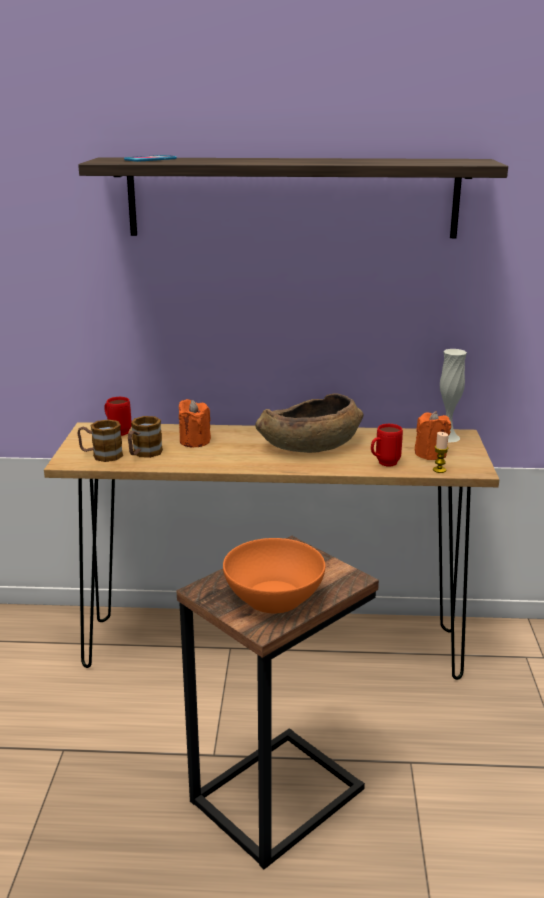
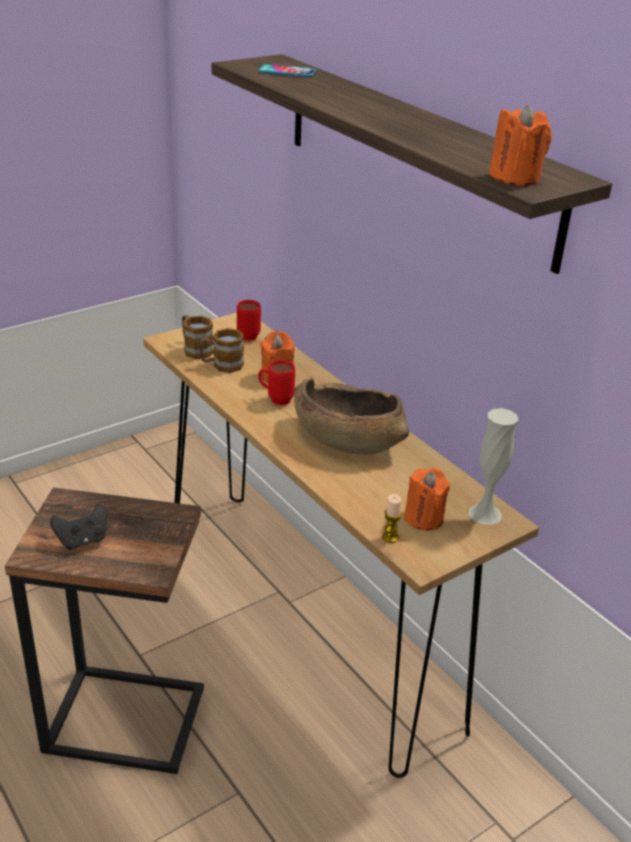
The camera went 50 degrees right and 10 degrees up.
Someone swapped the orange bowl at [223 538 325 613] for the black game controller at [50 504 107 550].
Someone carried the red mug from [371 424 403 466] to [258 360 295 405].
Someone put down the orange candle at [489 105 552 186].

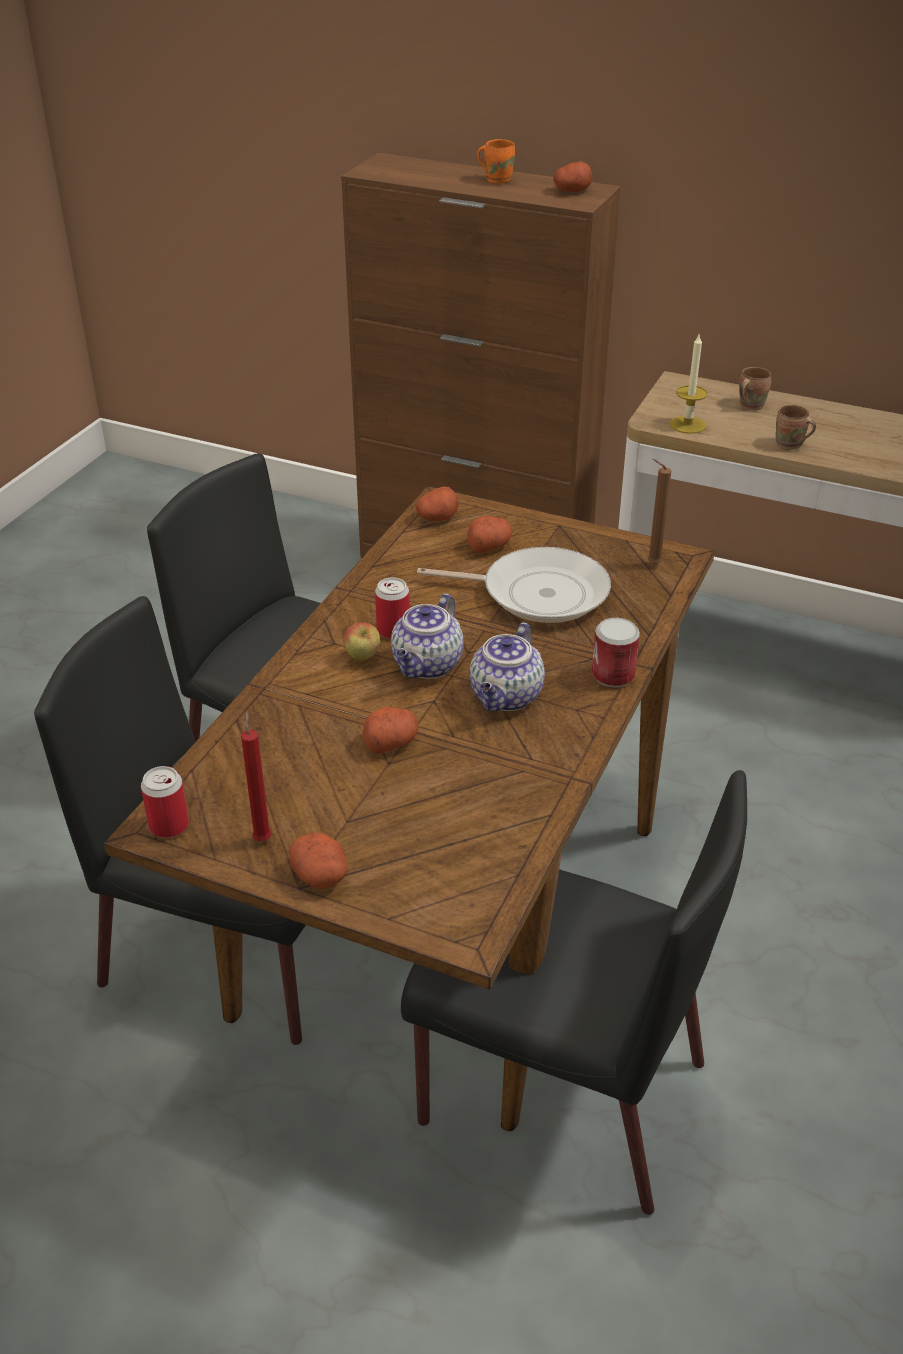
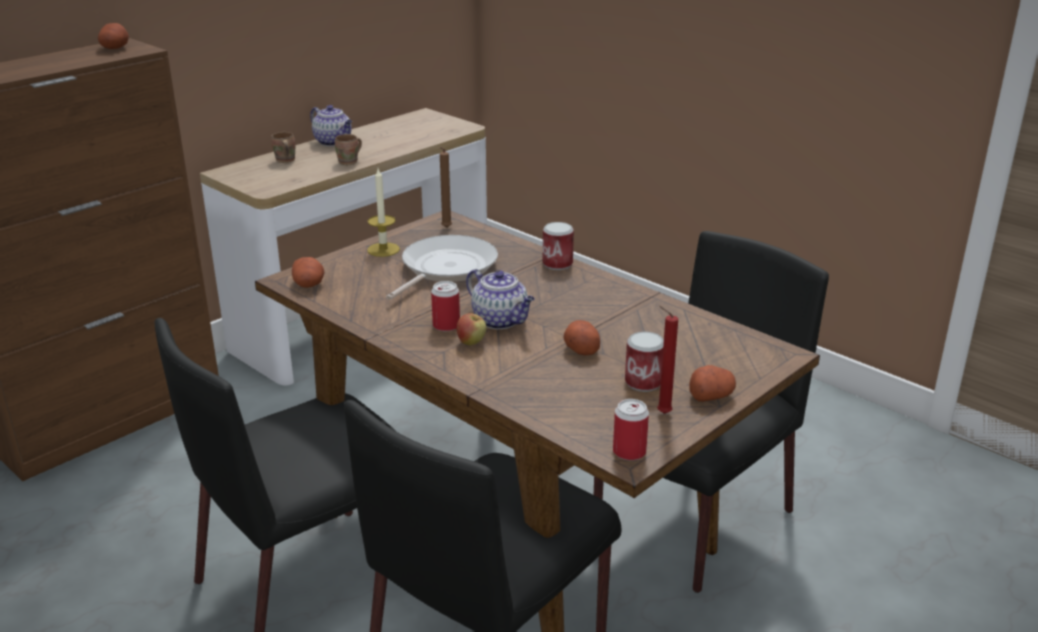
The camera went 70 degrees left and 10 degrees down.
Someone took away the potato at [467 516 512 553].
Someone carried the teapot from [470 622 545 711] to [310 105 352 146].
Someone took away the orange mug at [477 139 515 184].
Someone carried the candle from [670 335 707 434] to [367 169 400 257].
Someone put down the can at [625 331 664 392].

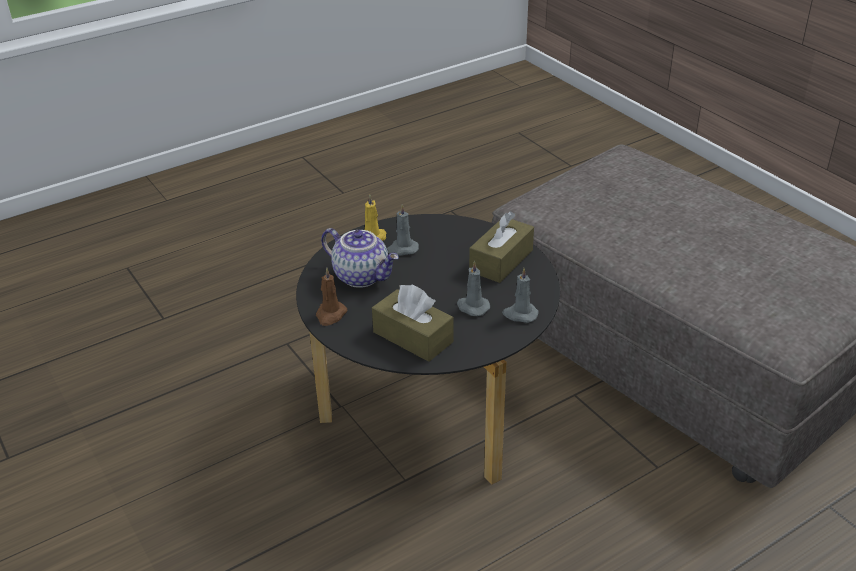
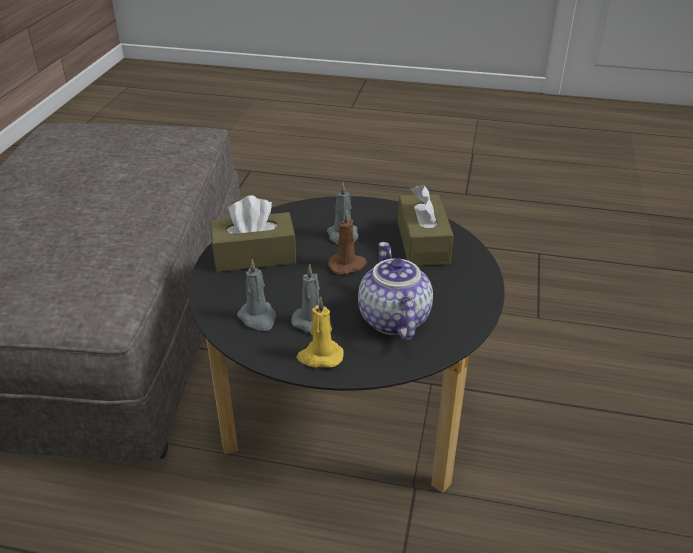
The camera went 135 degrees left and 0 degrees up.
Someone carried the brown candle from [316 268 347 326] to [328 210 367 274].
Someone carried the grey candle from [502 268 539 323] to [237 259 276 331].

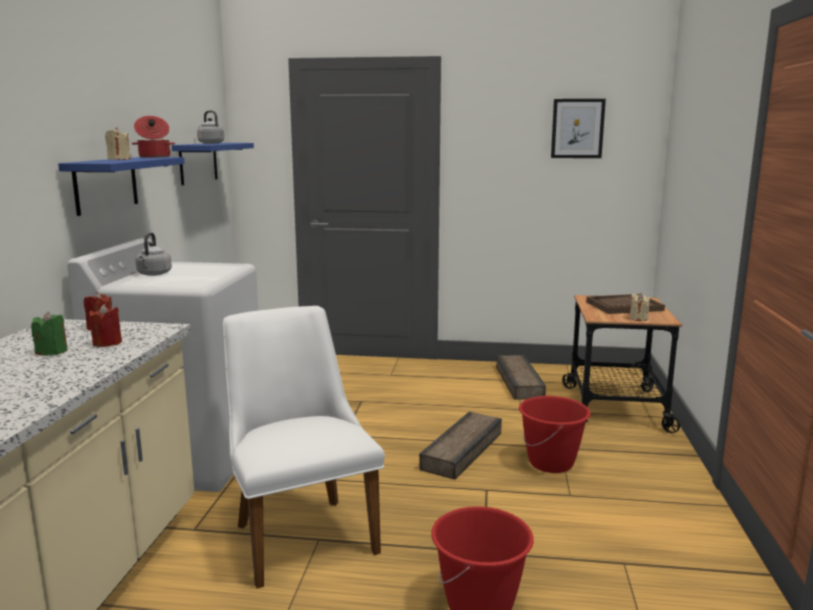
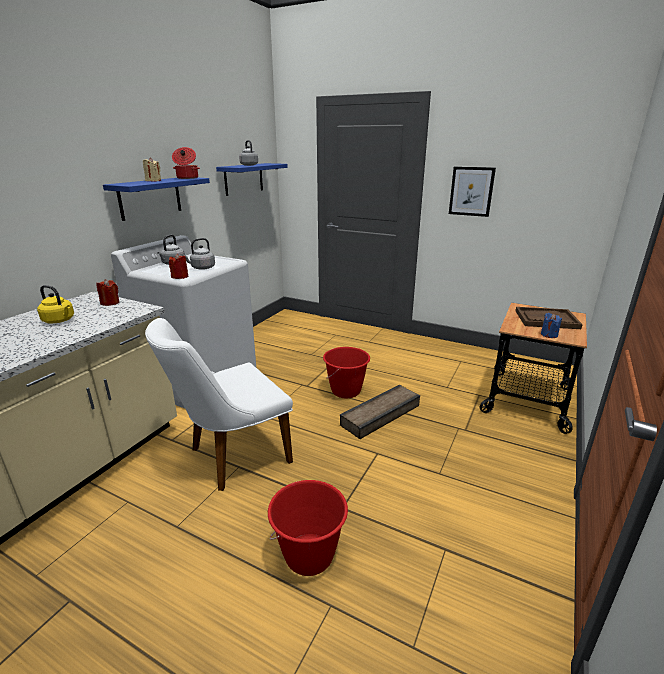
The camera went 20 degrees right and 10 degrees up.
Someone swapped the green candle at [31 311 68 356] for the yellow kettle at [37 285 74 323].
Someone carried the red candle from [89 304 122 347] to [169 254 188 279].
Someone rotated the white chair at [223 306 385 589] by 120 degrees counterclockwise.
Someone took away the crate at [496 355 546 400].
Someone carried the red bucket from [519 396 591 473] to [323 347 370 398].
Someone carried the picture from [551 99 606 158] to [449 167 496 217].
Someone repainted the beige candle at [629 293 650 321], which became the blue candle at [541 313 562 338].
Someone put down the grey kettle at [182 238 215 270].

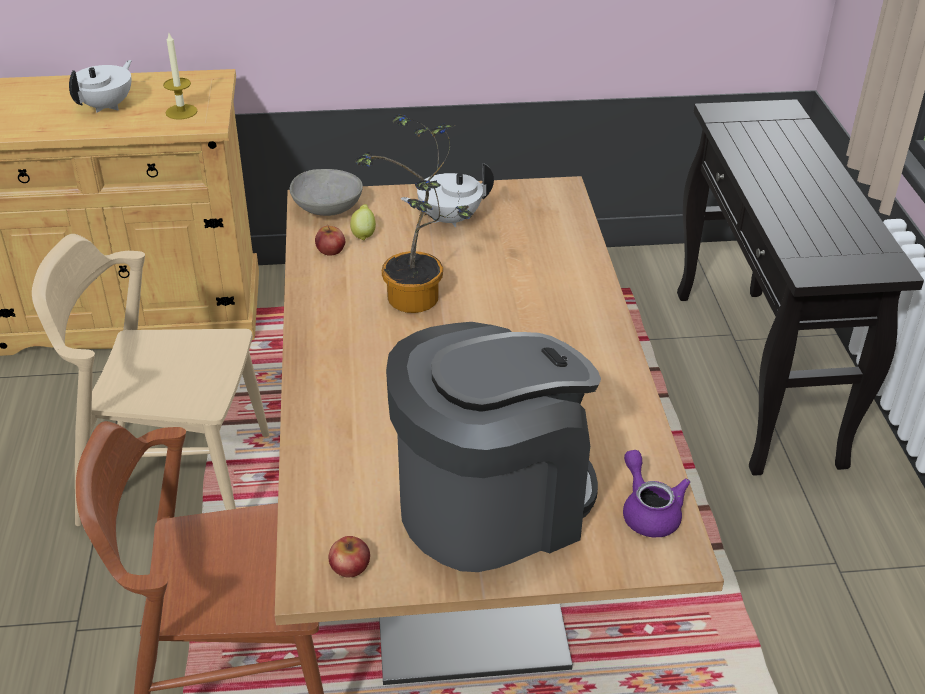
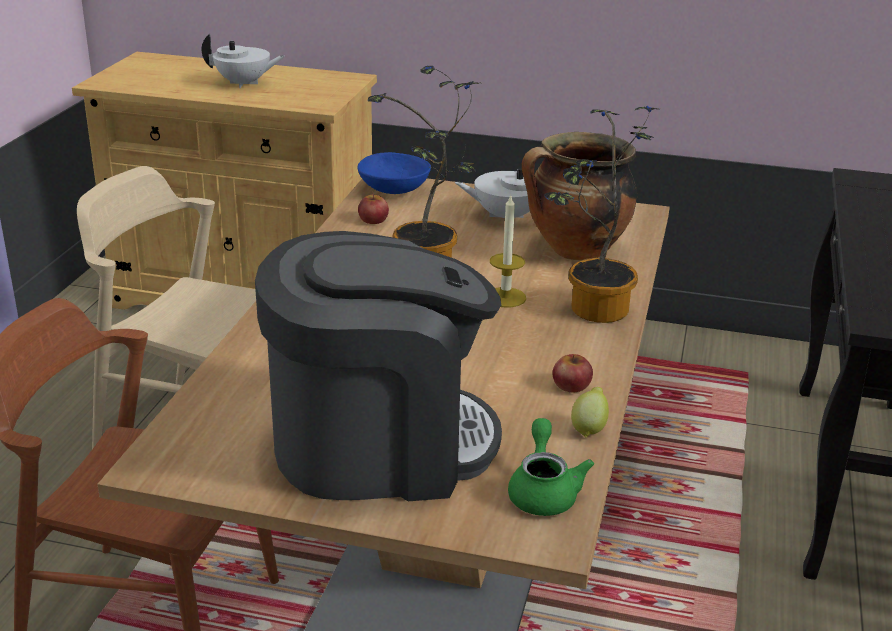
The camera went 20 degrees right and 10 degrees down.
Someone rotated the white teapot at [69 60 132 113] by 45 degrees clockwise.
Someone carried the candle from [163 33 198 119] to [490 195 526 308].
Someone repainted the grey bowl at [290 169 363 216], which became the blue bowl at [357 152 431 194].
Someone carried the apple from [329 536 370 577] to [553 354 593 392].
Someone carried the lemon from [350 205 376 241] to [571 387 609 437].
Someone repainted the purple teapot at [623 450 690 537], which became the green teapot at [508 418 594 516].
Someone put down the cooking pot at [522 132 637 260].
Someone put down the potted plant at [544 106 658 323].

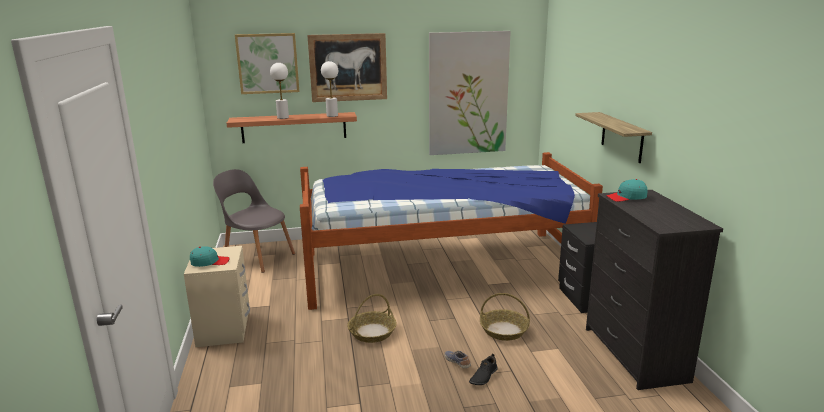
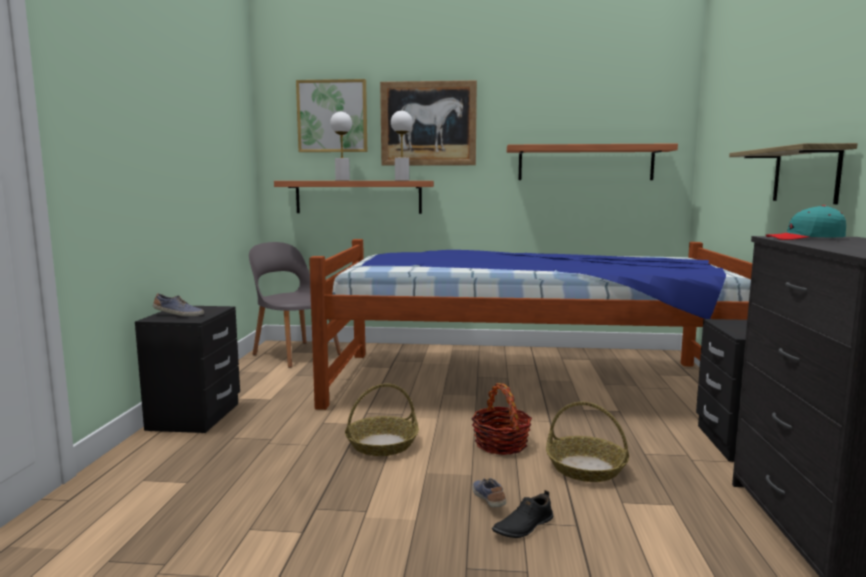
The camera went 15 degrees right and 10 degrees down.
Someone repainted the beige nightstand at [184 246 250 347], which became the black nightstand at [135 306 240 433].
Someone swapped the turquoise cap at [190 246 230 267] for the shoe at [153 293 204 317].
Someone swapped the picture at [429 31 511 155] for the shelf at [507 143 678 180].
Someone put down the basket at [471 383 532 455].

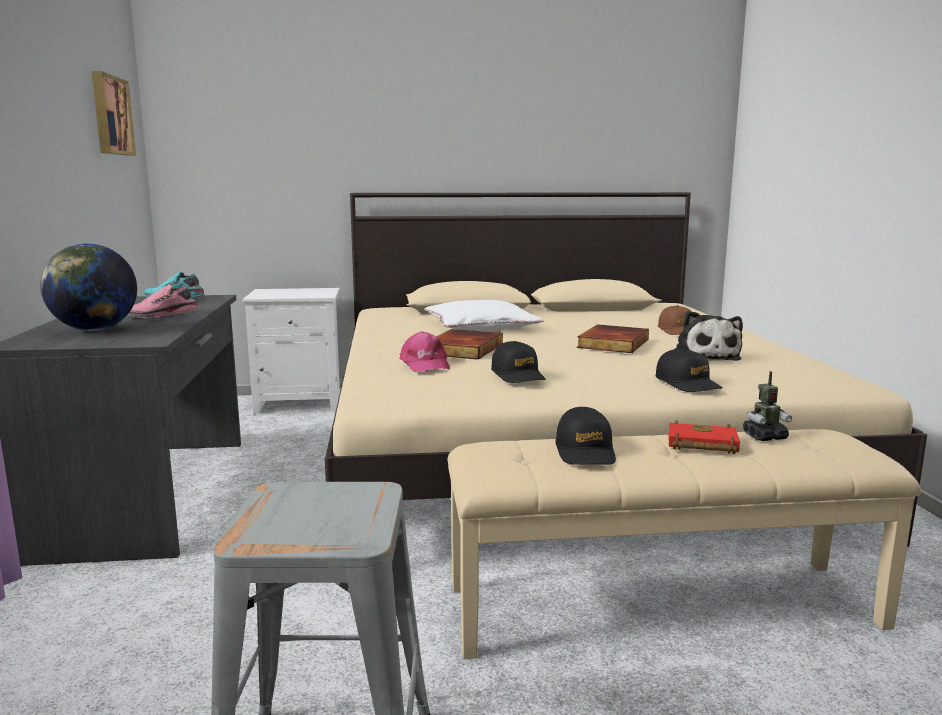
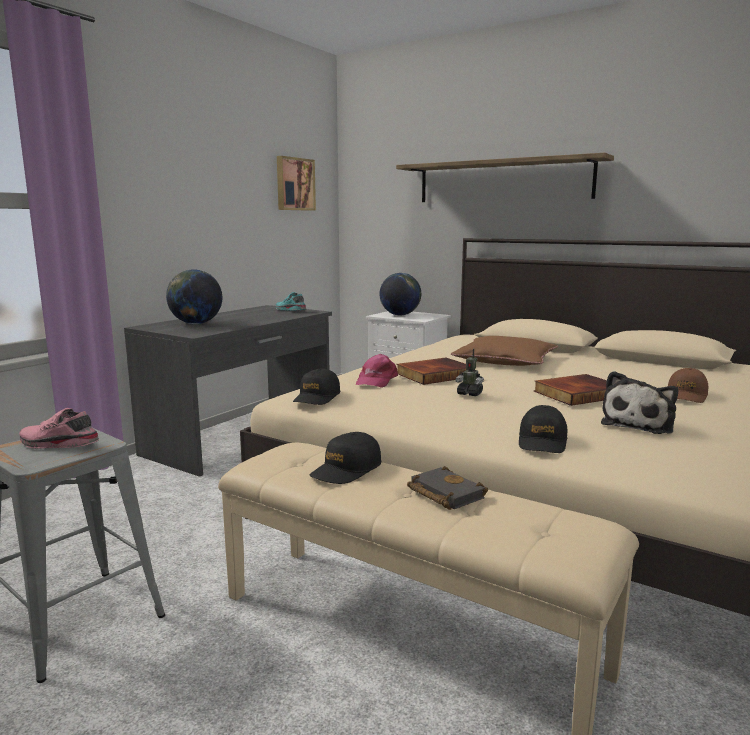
The camera went 40 degrees right and 0 degrees up.
Someone carried the pink shoe from [128 284 199 318] to [19 408 100 449].
Someone repainted the white pillow at [424 300 544 331], which became the brown pillow at [451 336 558 366].
Someone carried the black cap from [491 341 545 383] to [293 369 340 405].
Someone repainted the red book at [668 420 740 454], which became the black book at [407 466 488 510].
Someone carried the toy robot from [743 371 792 441] to [455 349 484 396].
Someone put down the globe at [379 273 421 315].
Someone put up the shelf at [396 153 614 202].

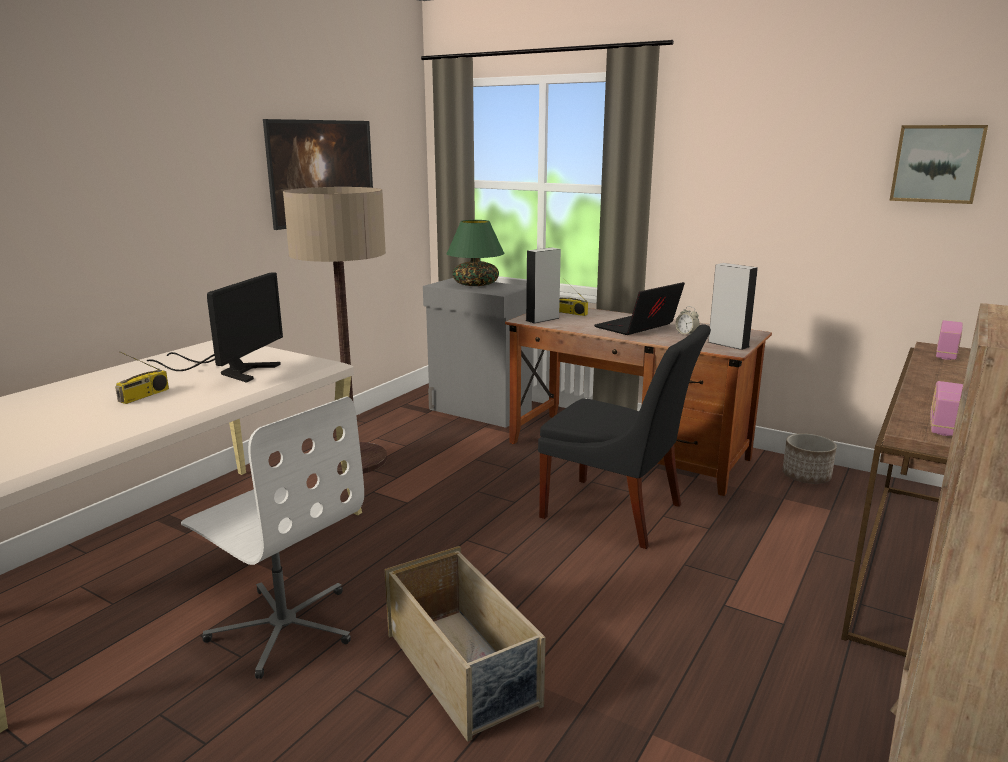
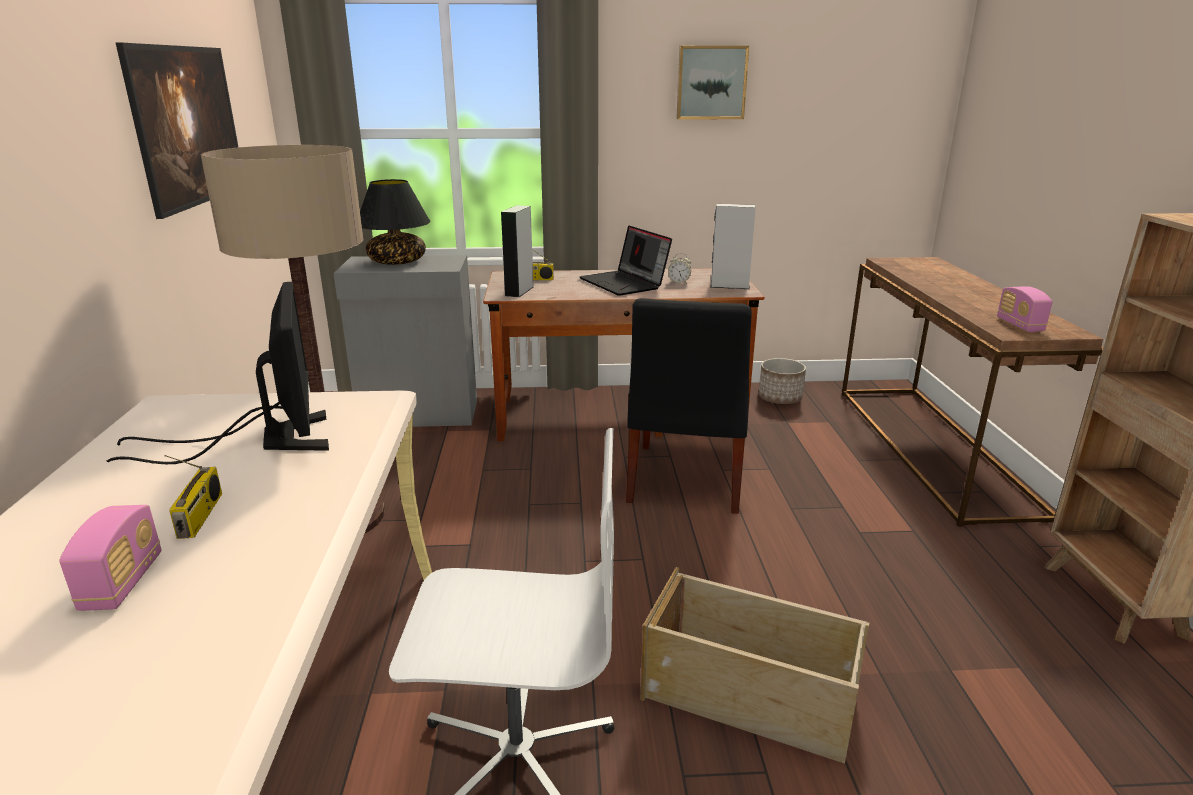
The camera went 35 degrees left and 5 degrees up.
Someone repainted the green table lamp at [447 220 504 286], which became the black table lamp at [360 179 430 265].
Someone rotated the black chair at [538 324 711 549] by 105 degrees clockwise.
Someone rotated the laptop at [594 282 685 335] by 45 degrees counterclockwise.
Someone carried the picture from [889 125 988 204] to [676 46 749 120].
Someone carried the radio from [936 320 963 360] to [59 505 161 611].

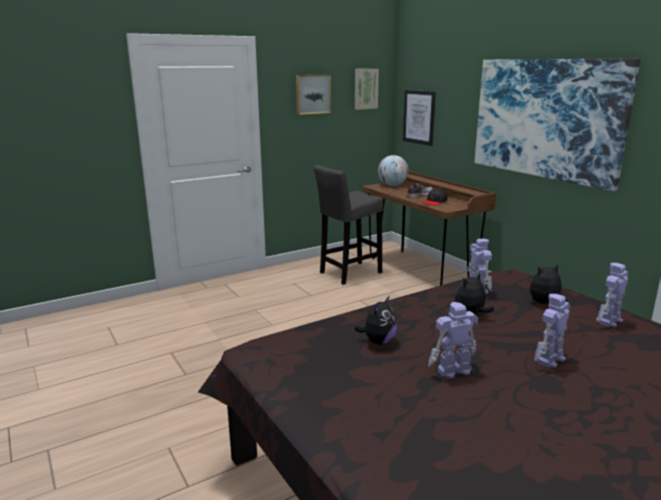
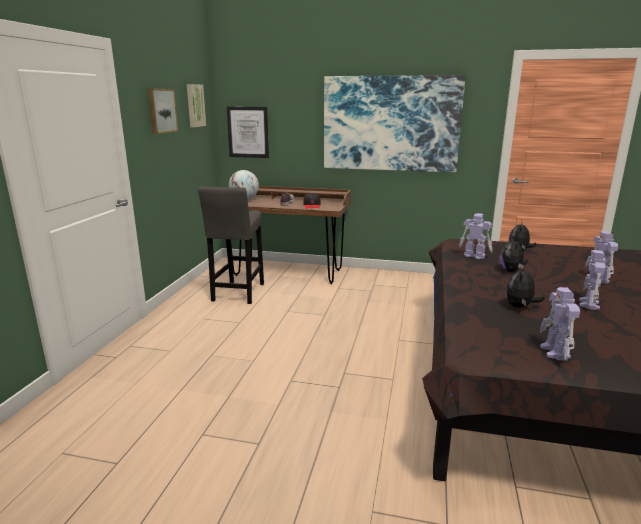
The camera went 45 degrees left and 0 degrees up.
Someone rotated the plush toy at [354 295 397 345] by 135 degrees counterclockwise.
Someone carried the toy robot from [596 263 628 327] to [540 287 580 361].

